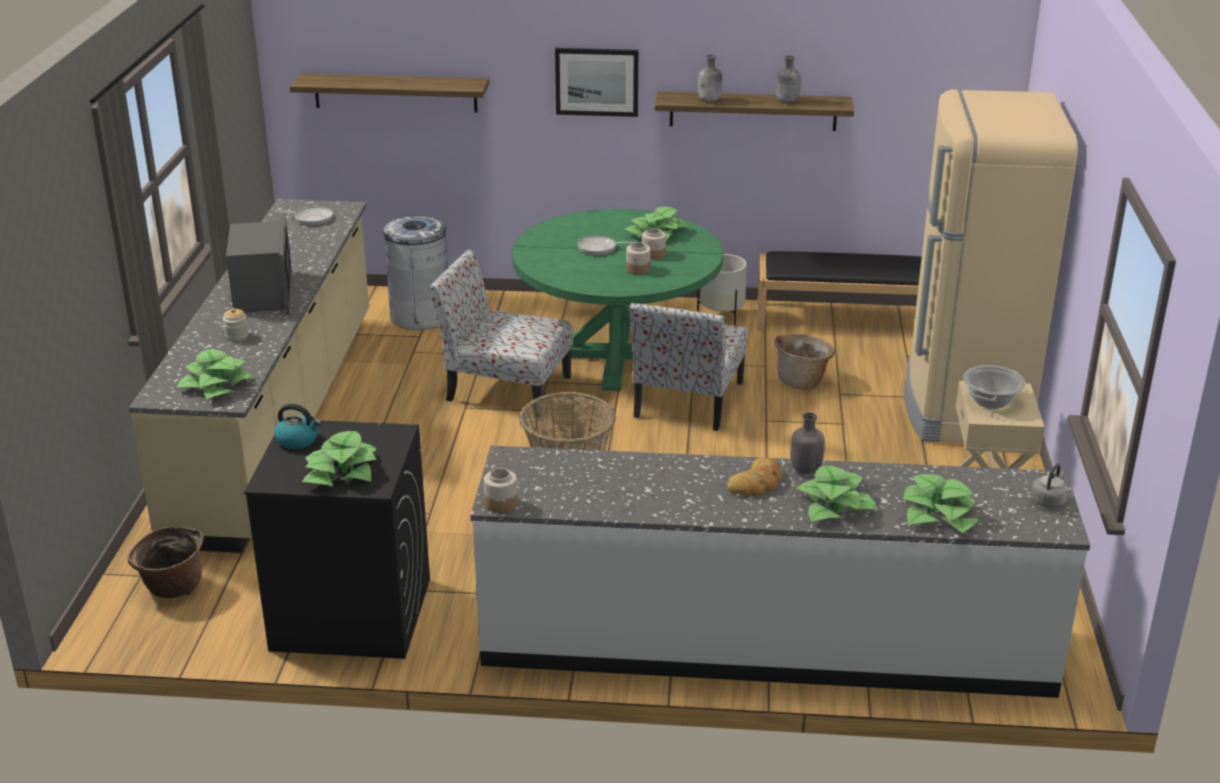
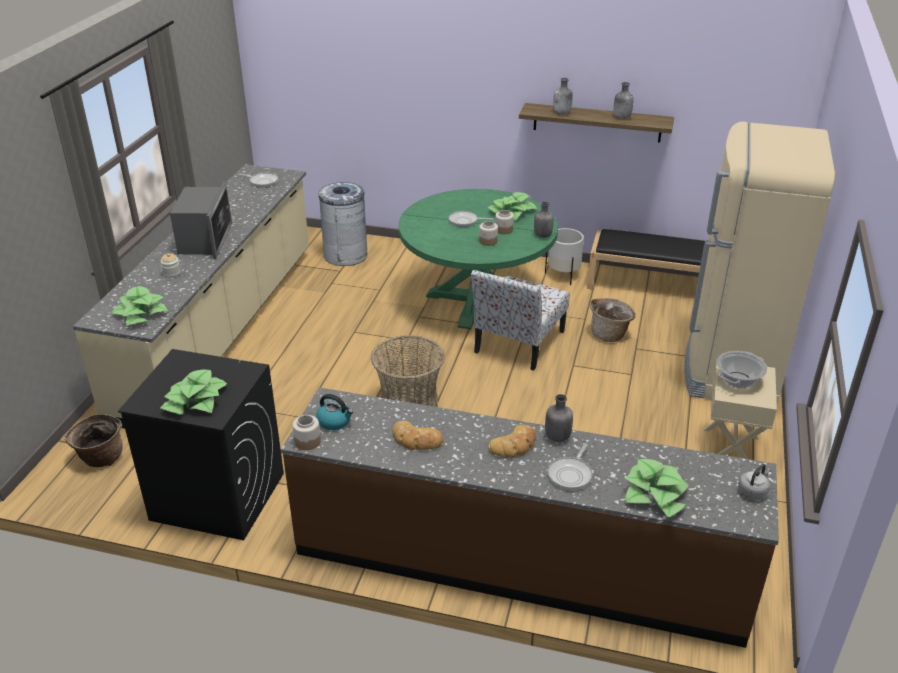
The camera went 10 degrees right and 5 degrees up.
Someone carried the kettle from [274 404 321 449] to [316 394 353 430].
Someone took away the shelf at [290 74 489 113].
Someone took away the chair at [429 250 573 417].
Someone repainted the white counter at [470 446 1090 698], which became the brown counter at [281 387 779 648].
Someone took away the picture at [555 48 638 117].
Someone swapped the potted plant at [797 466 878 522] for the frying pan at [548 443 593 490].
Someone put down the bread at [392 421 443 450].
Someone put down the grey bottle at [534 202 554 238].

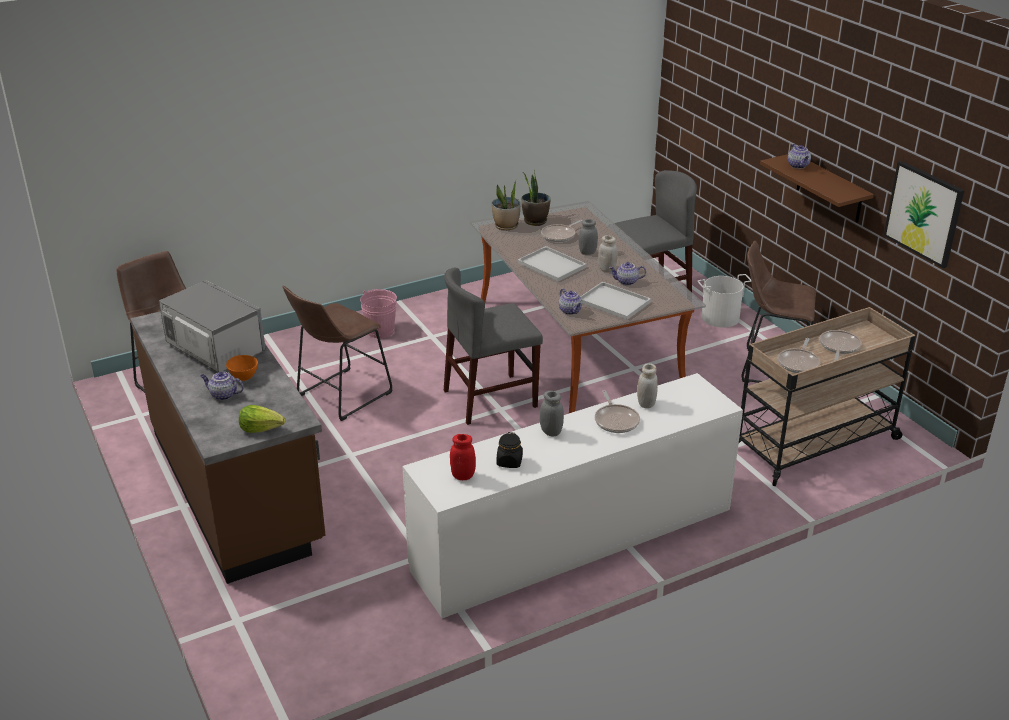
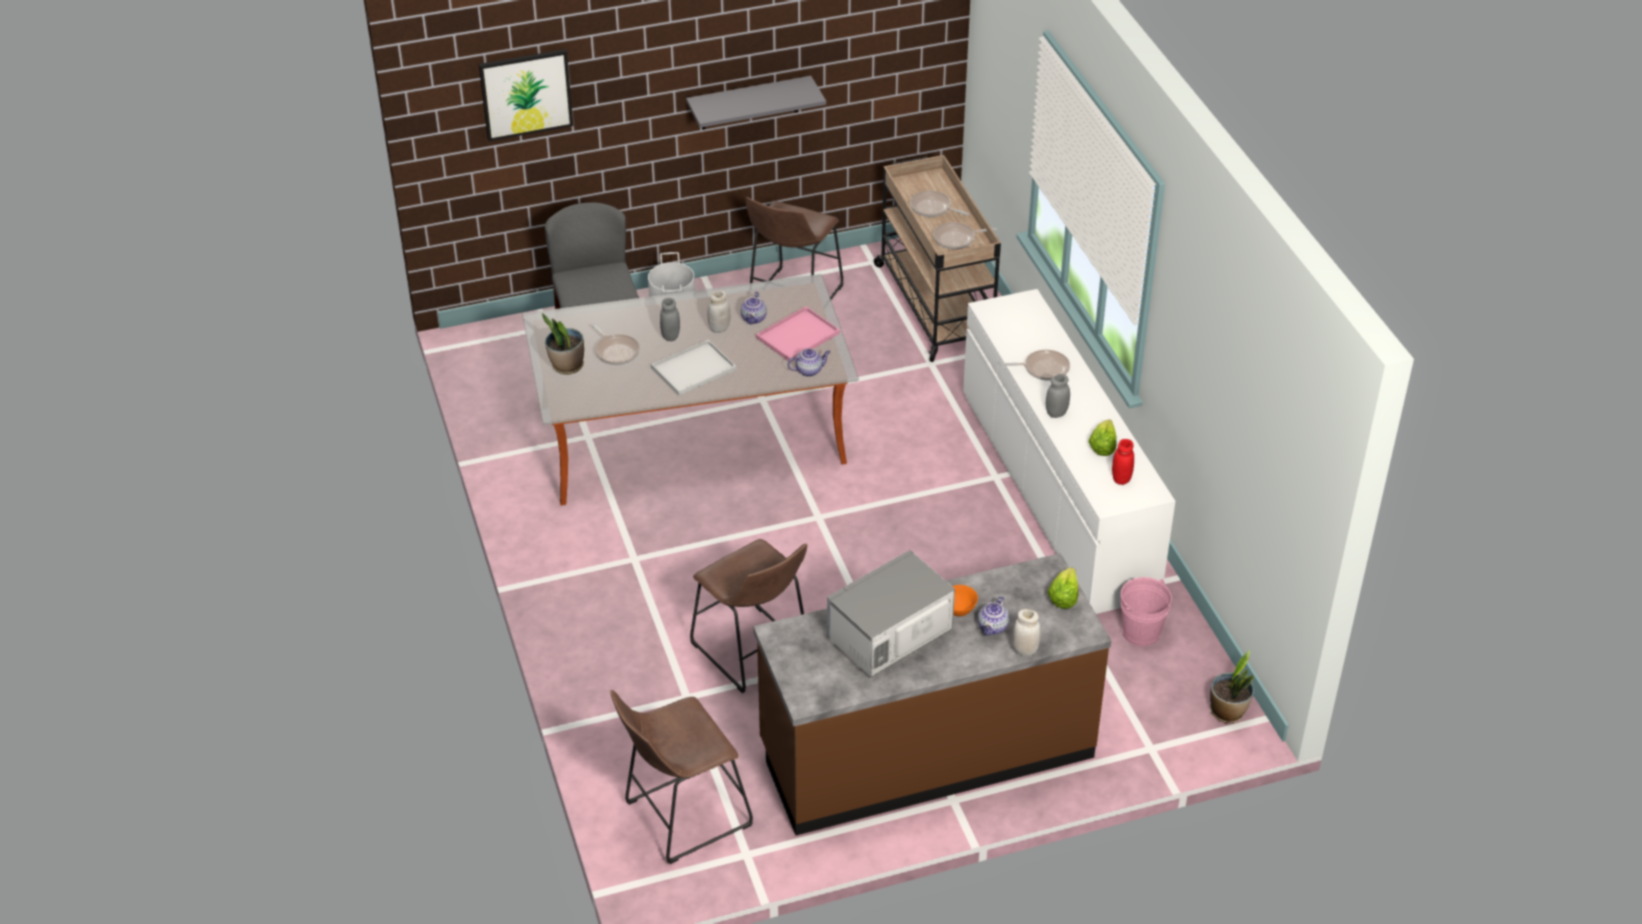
The camera went 80 degrees left and 10 degrees up.
Someone carried the pink bucket from [360 289 397 338] to [1121 577 1172 646].
Someone took away the grey chair at [444 267 543 425].
Someone carried the potted plant from [492 180 520 230] to [1210 650 1254 723].
Someone swapped the black jar at [497 432 523 468] for the lettuce at [1088 419 1117 456].
Someone repainted the white tray at [580 282 651 320], which became the pink tray at [756 306 840 362].
Someone carried the white jar from [637 363 658 408] to [1012 609 1041 656].
Someone repainted the brown shelf at [760 154 874 223], which became the grey shelf at [686 76 826 130].
Someone rotated the frying pan at [778 338 820 373] by 135 degrees clockwise.
Someone took away the teapot at [788 144 811 169].
Someone carried the picture from [883 161 964 268] to [479 49 573 141].

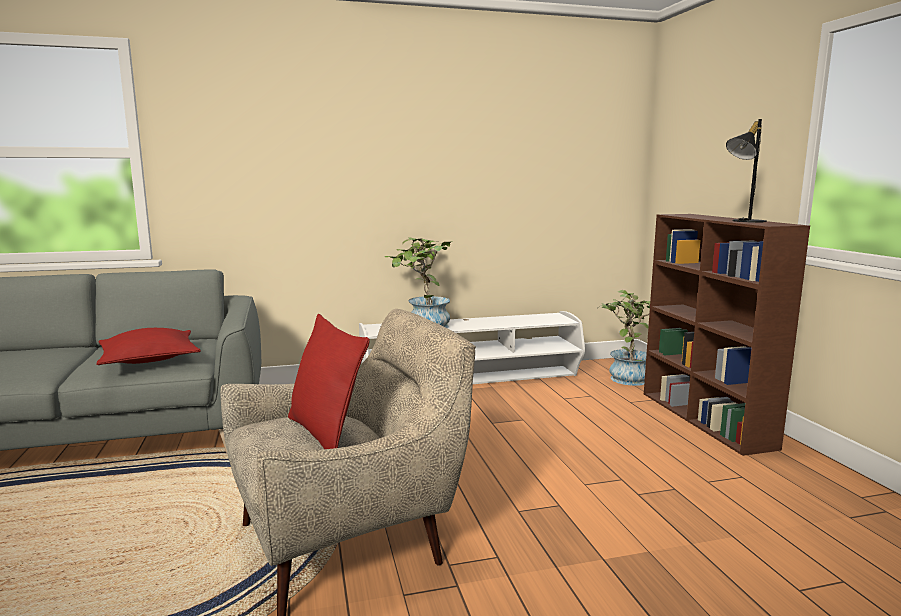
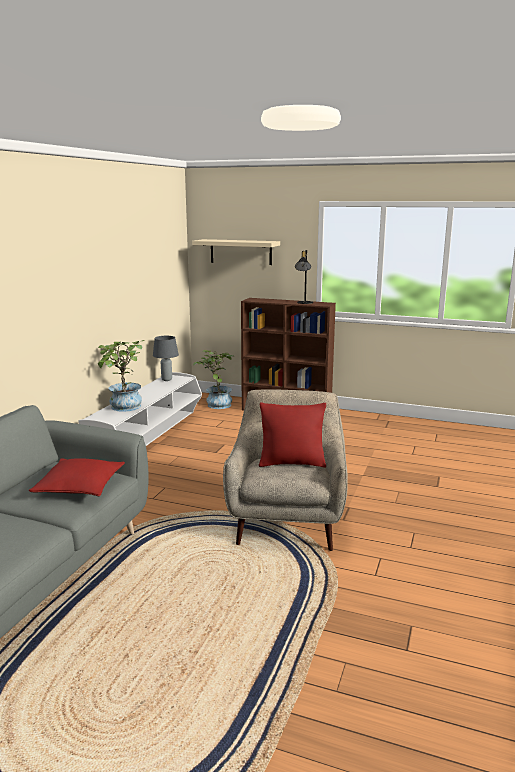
The camera went 55 degrees left and 5 degrees up.
Someone put down the grey table lamp at [153 336 179 381].
Someone put up the beige shelf at [192 239 280 265].

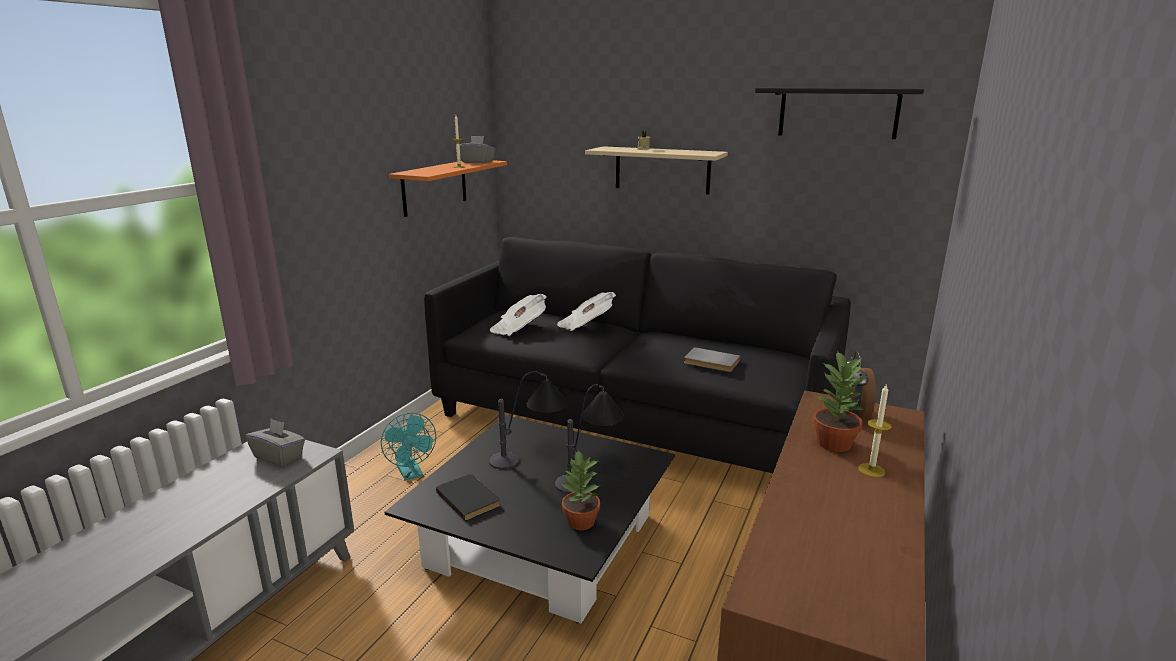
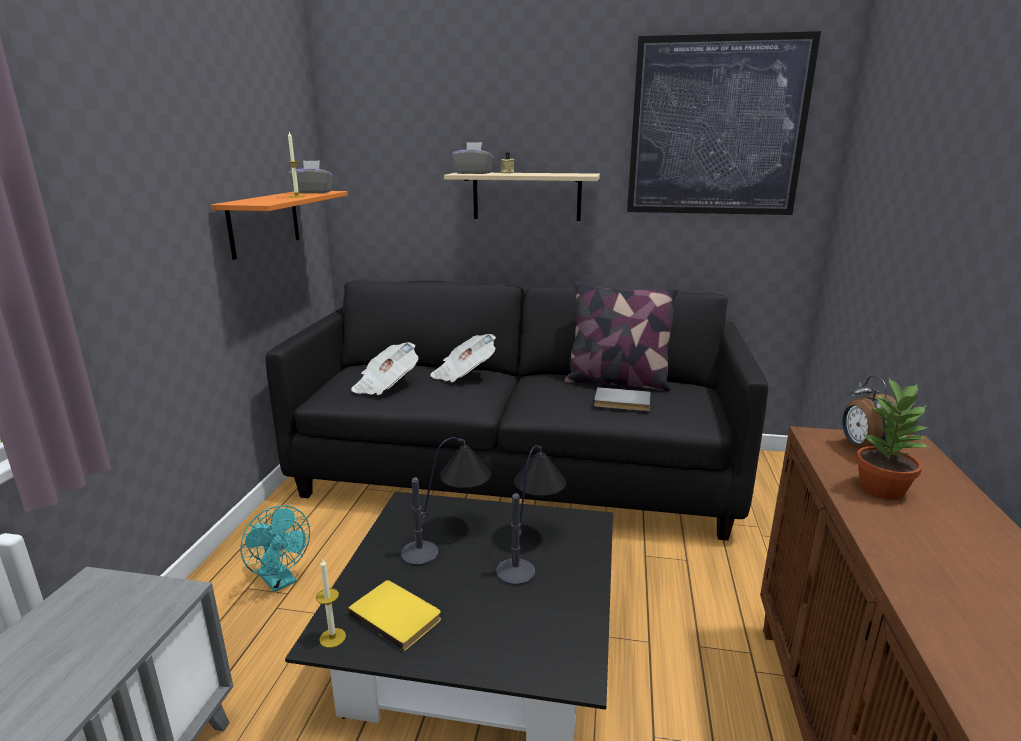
The camera went 15 degrees left and 0 degrees up.
Someone carried the grey tissue box from [245 418 305 467] to [452 142 494 174].
Someone repainted the black book at [436 474 500 521], which became the yellow book at [348 580 441 651].
Someone took away the potted plant at [562 451 600 530].
Someone swapped the black shelf at [755 87 924 139] for the picture at [627 31 821 215].
Someone carried the candle from [858 383 892 478] to [316 558 346 648].
Someone put down the pillow at [565 281 679 391].

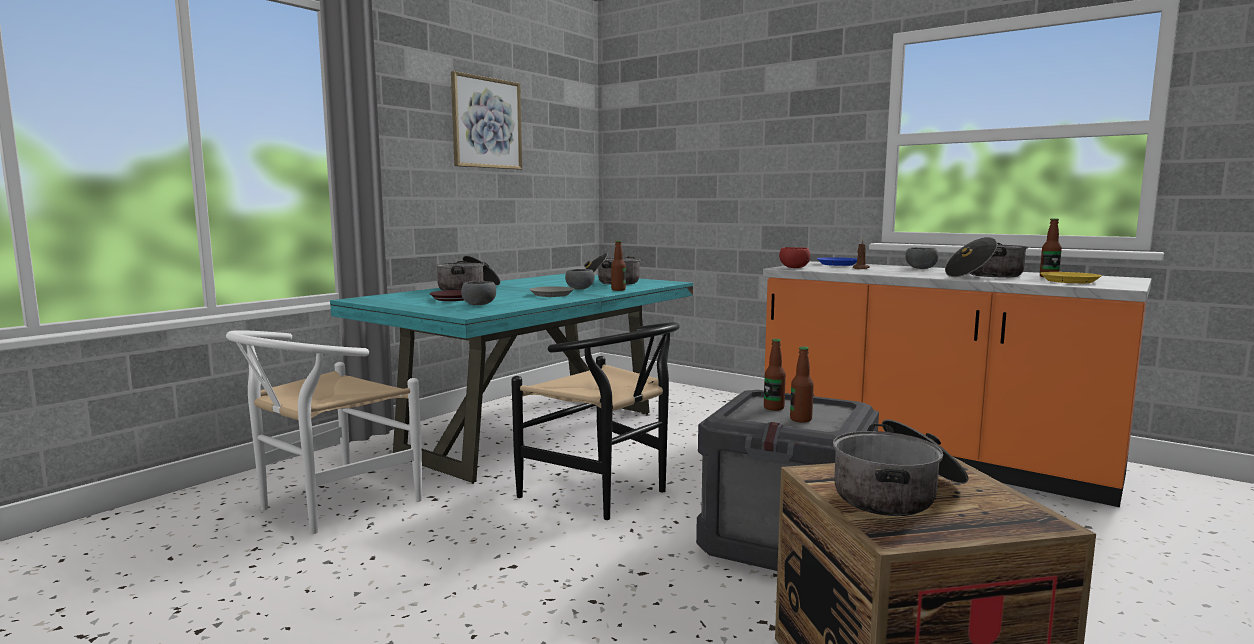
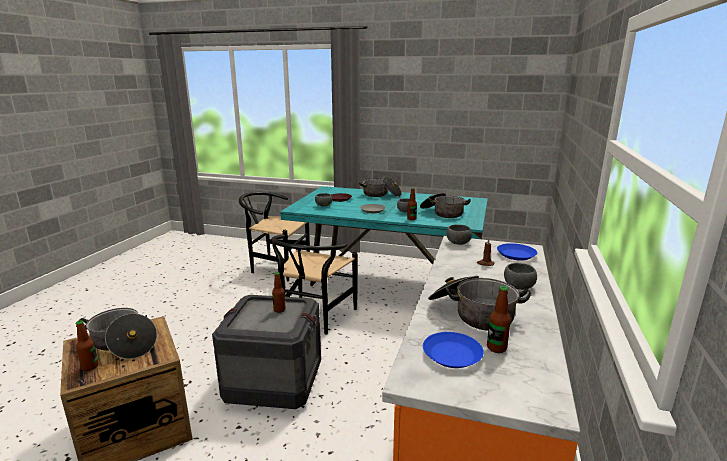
The camera went 70 degrees right and 10 degrees up.
Someone repainted the white chair at [226 330 422 534], which became the black chair at [239 192 310 282].
Someone took away the picture at [451 71 522 169].
Someone repainted the red bowl at [779 247 810 268], which became the grey bowl at [446 224 472 245].
Someone carried the bottle from [790 346 814 423] to [75 320 98 371].
Someone repainted the yellow plate at [1040 272 1102 283], which became the blue plate at [423 332 484 368].

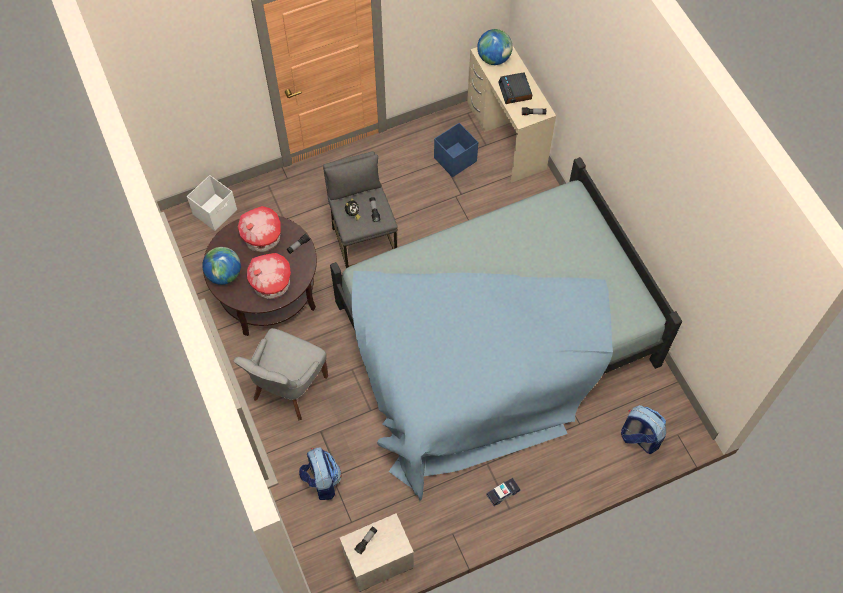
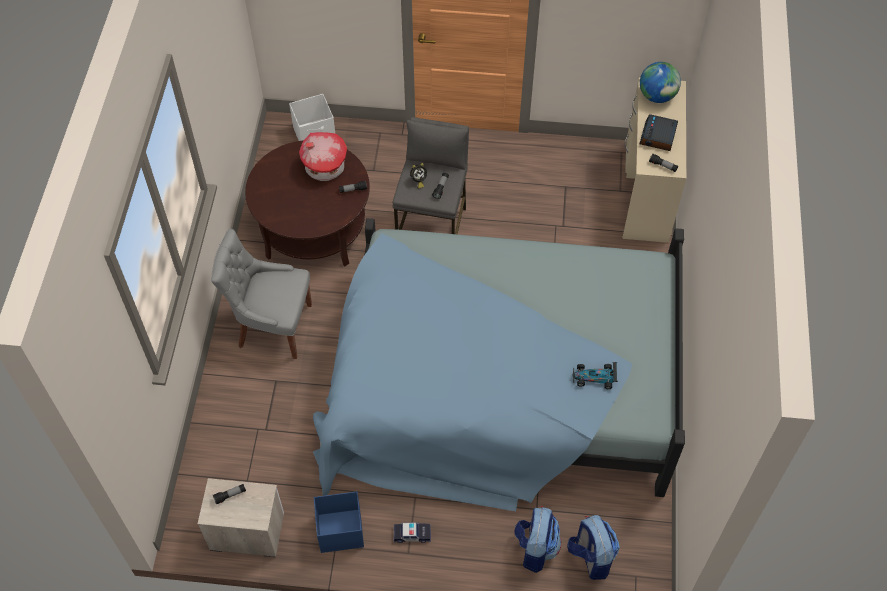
The camera went 30 degrees right and 5 degrees down.
Someone took away the globe at [202 247 241 285].
Someone rotated the grey chair at [233 328 328 420] by 45 degrees clockwise.
Someone took away the toy house at [247 253 291 299].
Someone carried the backpack from [299 448 342 500] to [515 506 561 573].
Someone carried the blue storage box from [434 123 478 177] to [314 491 364 553].
Someone put down the toy car at [572 362 618 389].

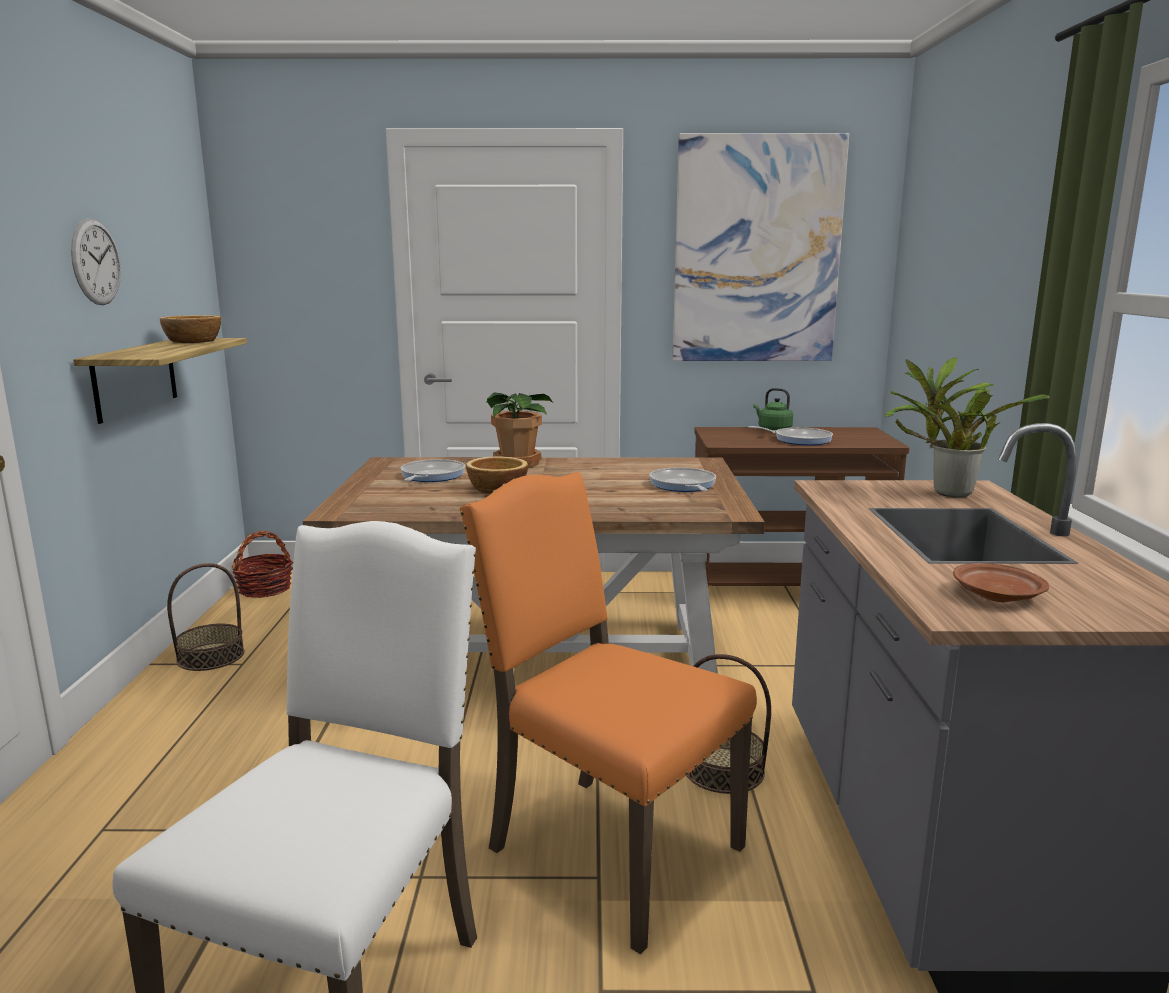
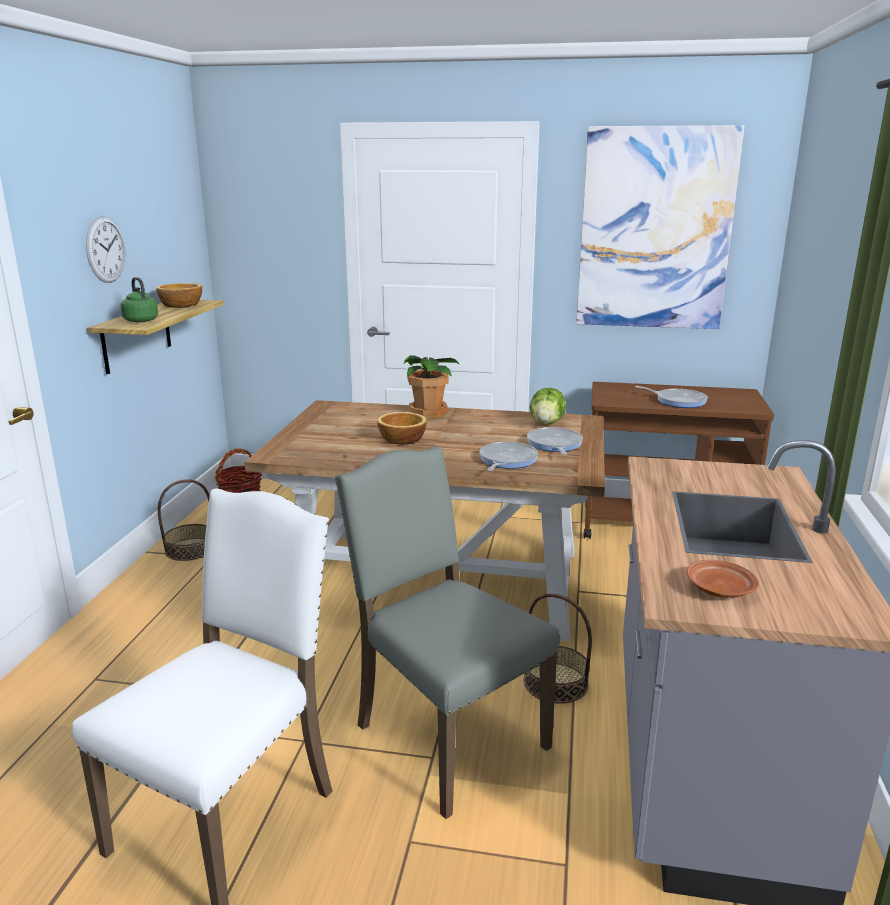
The camera went 10 degrees right and 5 degrees up.
Someone carried the frying pan from [400 459 465 482] to [479 442 538 471].
Someone repainted the orange chair at [459 472 757 954], which became the grey chair at [335 446 560 819].
Someone carried the green kettle from [753 388 793 430] to [120 277 158 322].
Someone took away the potted plant at [885 357 1049 498].
Someone put down the lettuce at [529 388 566 425].

